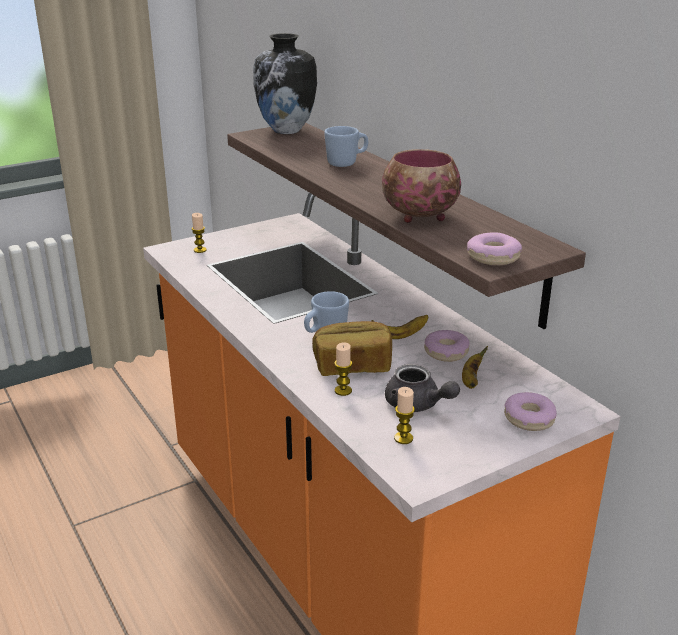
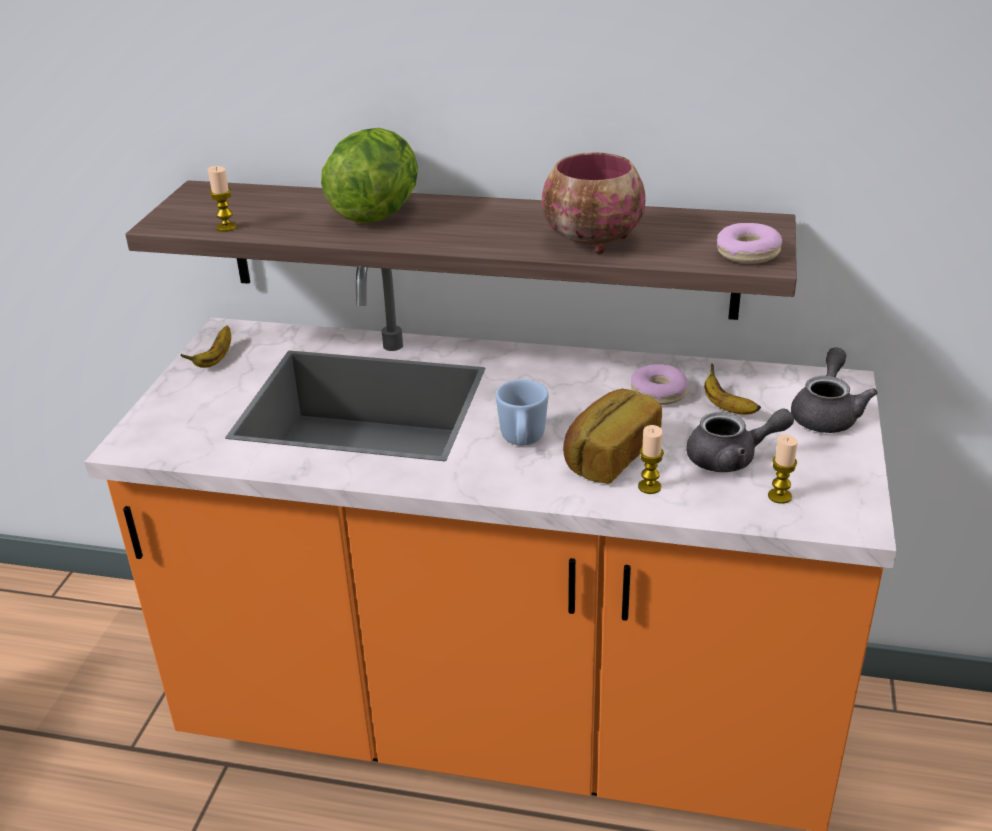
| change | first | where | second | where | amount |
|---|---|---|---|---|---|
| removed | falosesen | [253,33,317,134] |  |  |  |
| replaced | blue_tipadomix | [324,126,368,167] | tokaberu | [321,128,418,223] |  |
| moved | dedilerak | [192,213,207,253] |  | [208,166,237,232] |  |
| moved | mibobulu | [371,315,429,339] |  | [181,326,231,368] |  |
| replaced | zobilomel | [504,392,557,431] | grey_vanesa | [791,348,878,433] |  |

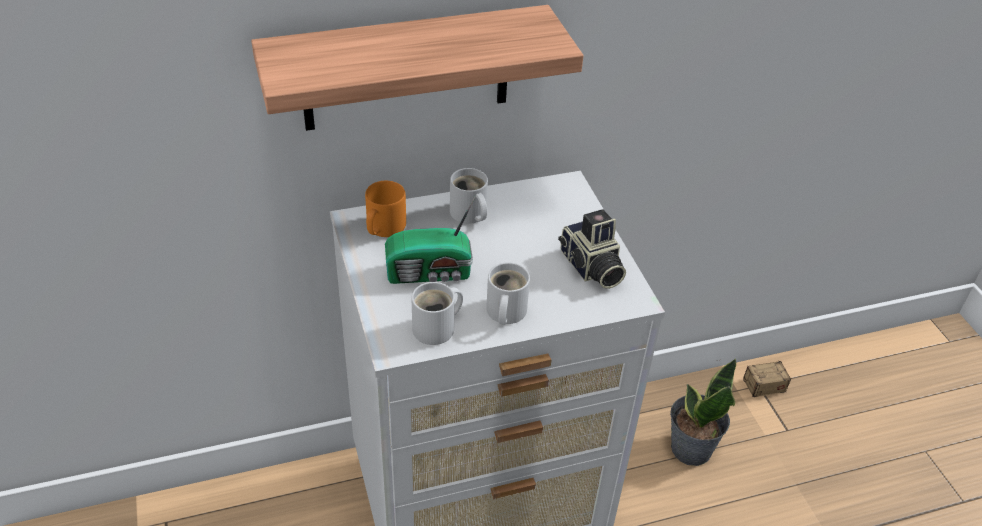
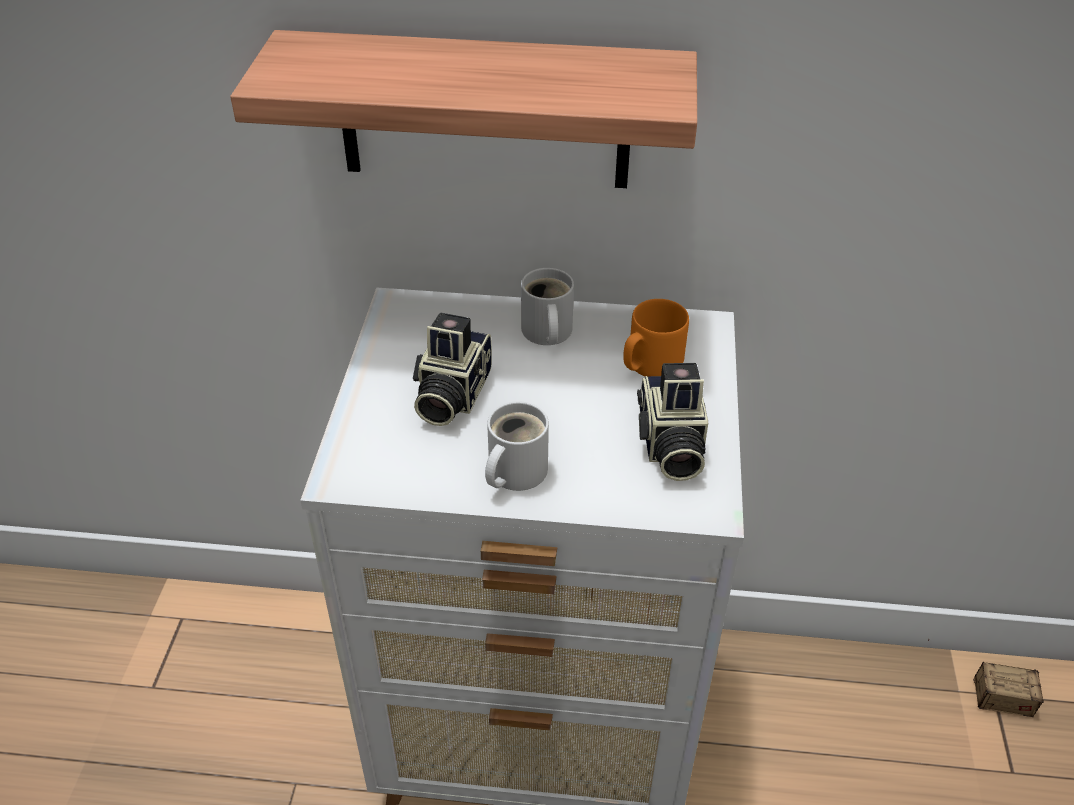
| change | first | where | second | where | amount |
|---|---|---|---|---|---|
| moved | orange_tipadomix | [365,181,406,237] |  | [623,299,689,377] |  |
| replaced | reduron | [385,196,476,284] | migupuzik | [413,313,492,426] |  |
| removed | white_tipadomix | [412,282,463,345] |  |  |  |
| removed | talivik | [670,358,736,466] |  |  |  |

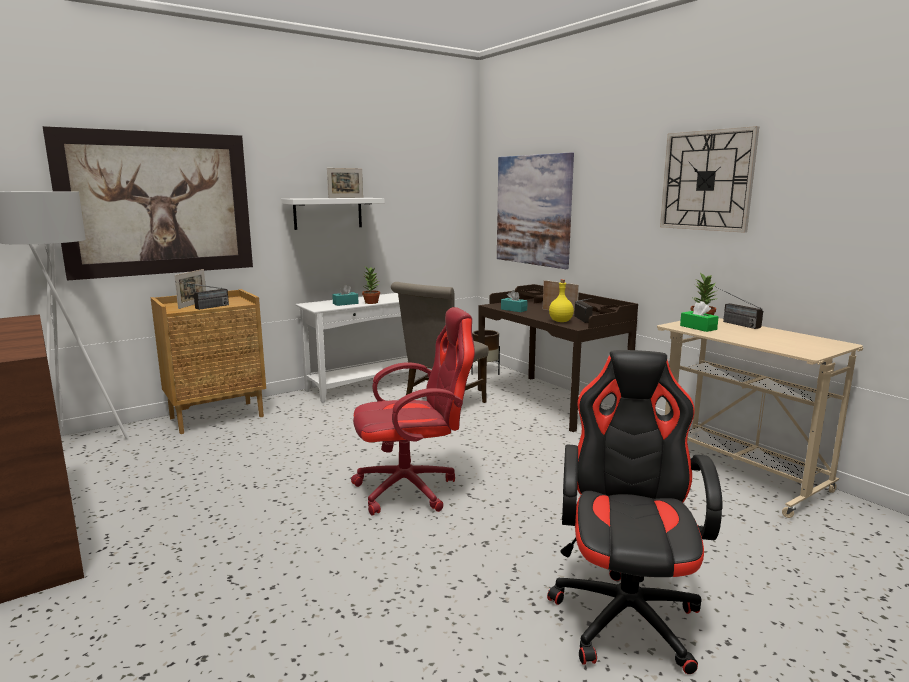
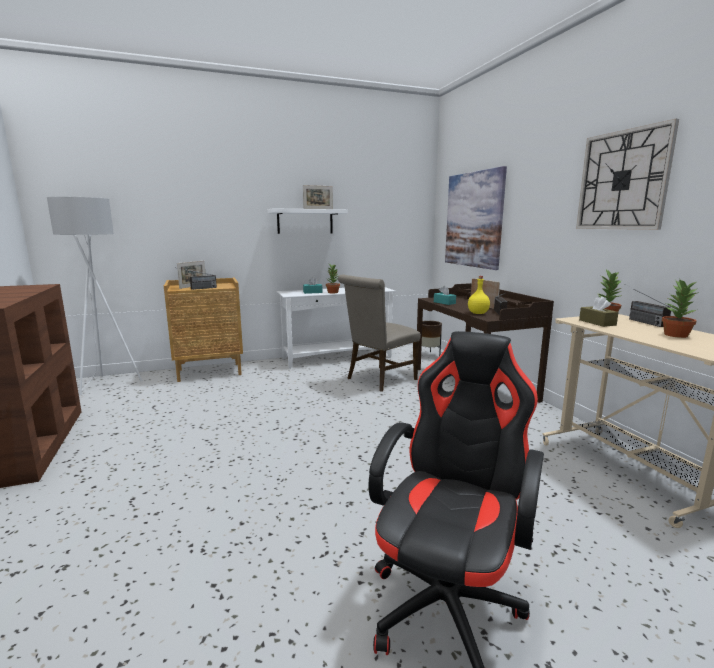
| change | first | where | second | where | amount |
|---|---|---|---|---|---|
| removed | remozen | [43,126,253,281] |  |  |  |
| recoloured | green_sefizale | [680,301,719,332] | brown_sefizale | [579,296,619,327] |  |
| removed | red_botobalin | [351,307,475,516] |  |  |  |
| added |  |  | talivik | [662,280,699,338] |  |

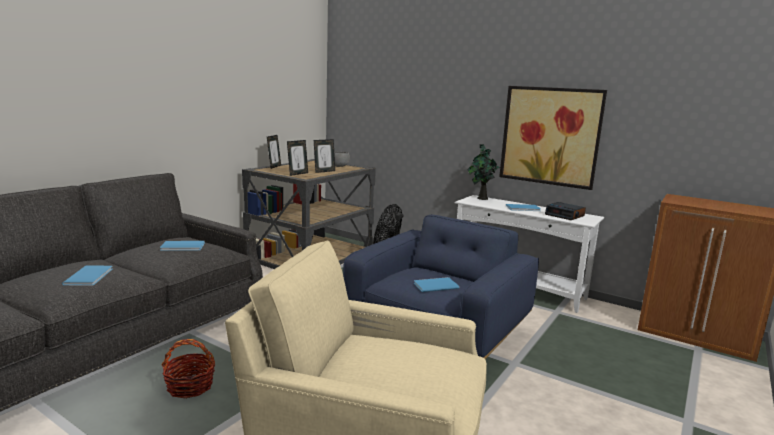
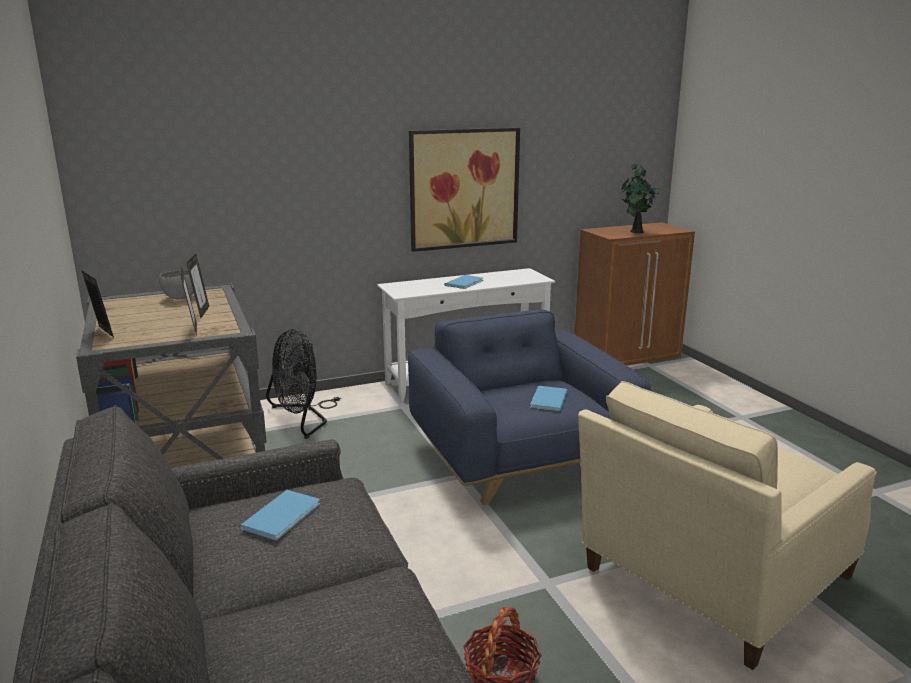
| change | first | where | second | where | amount |
|---|---|---|---|---|---|
| moved | talivik | [467,144,500,200] |  | [619,163,661,233] |  |
| removed | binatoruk | [545,202,586,220] |  |  |  |
| removed | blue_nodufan | [62,266,113,286] |  |  |  |

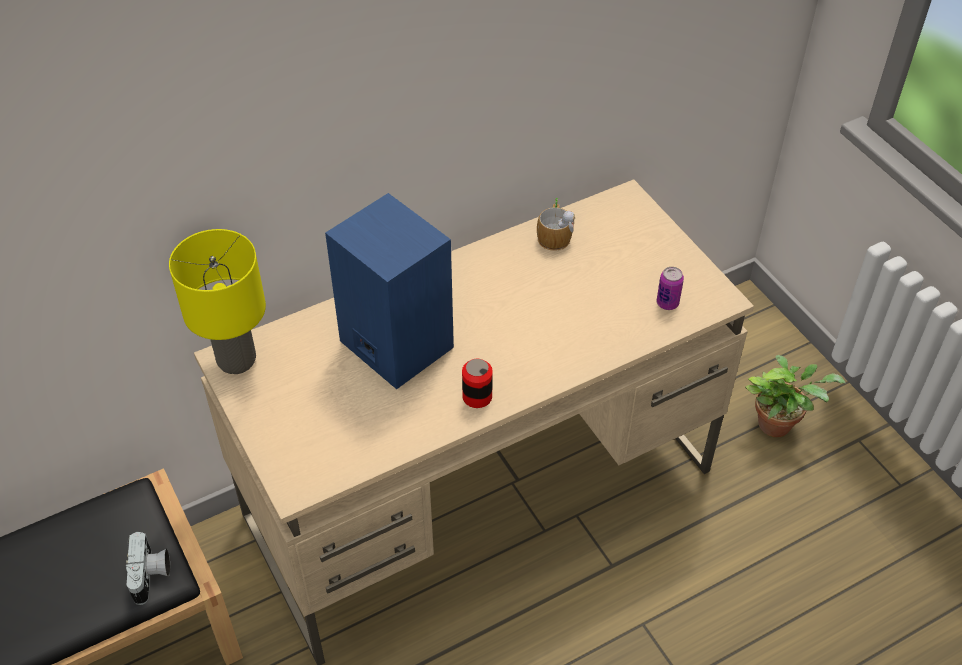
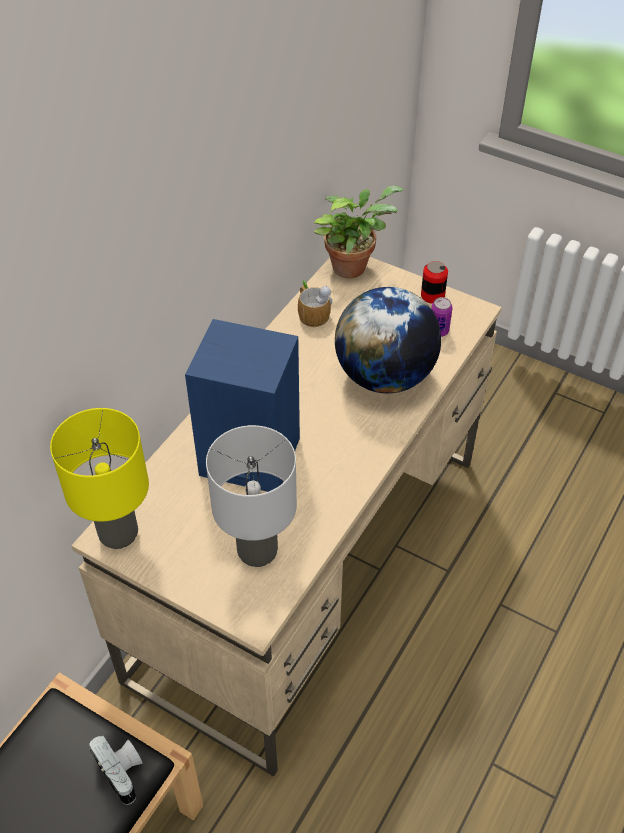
| change | first | where | second | where | amount |
|---|---|---|---|---|---|
| moved | talivik | [745,355,845,437] |  | [314,186,404,278] |  |
| moved | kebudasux | [462,359,493,408] |  | [421,261,448,304] |  |
| added |  |  | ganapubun | [335,287,441,393] |  |
| added |  |  | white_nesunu | [206,425,297,567] |  |

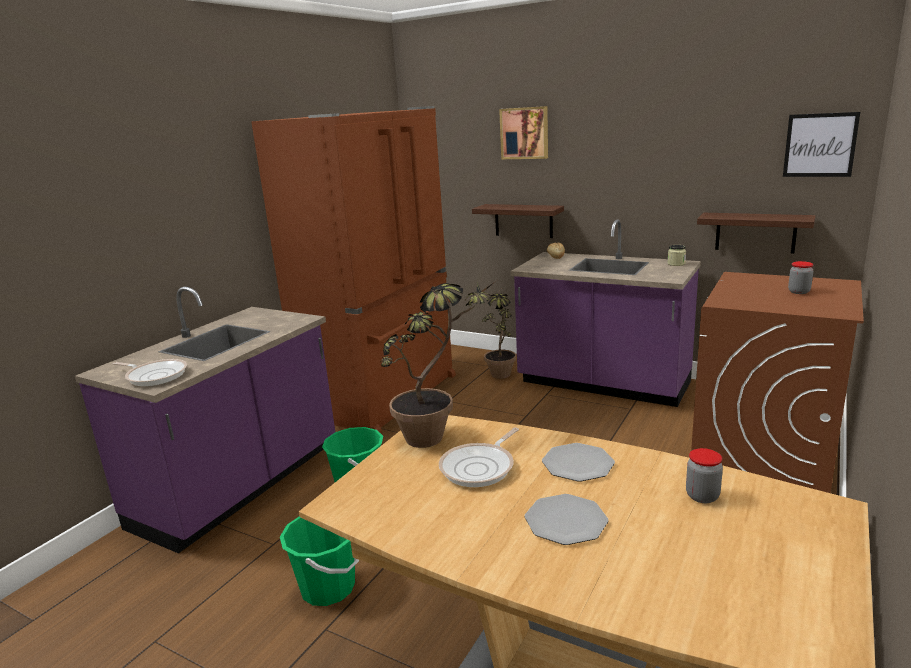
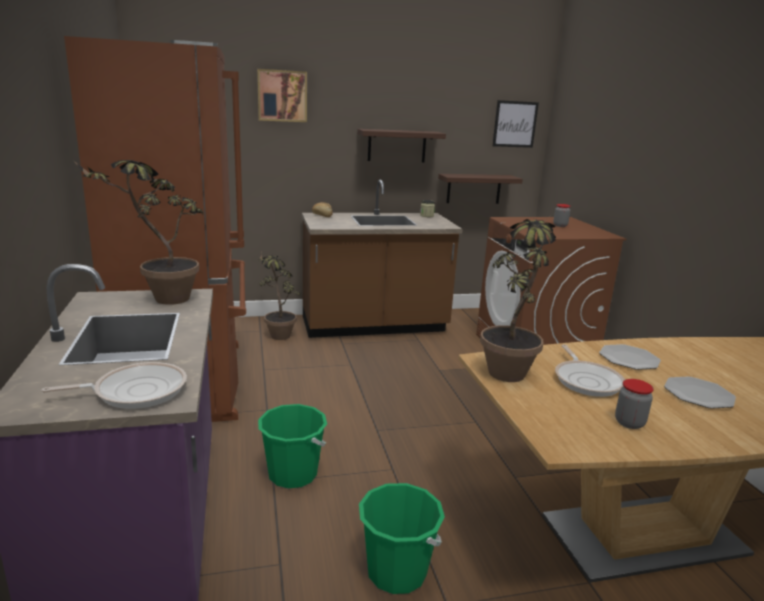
| change | first | where | second | where | amount |
|---|---|---|---|---|---|
| moved | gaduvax | [472,204,564,238] |  | [357,129,446,162] |  |
| recoloured | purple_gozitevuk | [511,219,701,407] | brown_gozitevuk | [302,180,463,338] |  |
| moved | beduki | [686,448,723,503] |  | [615,379,654,429] |  |
| added |  |  | talivik | [73,160,203,305] |  |

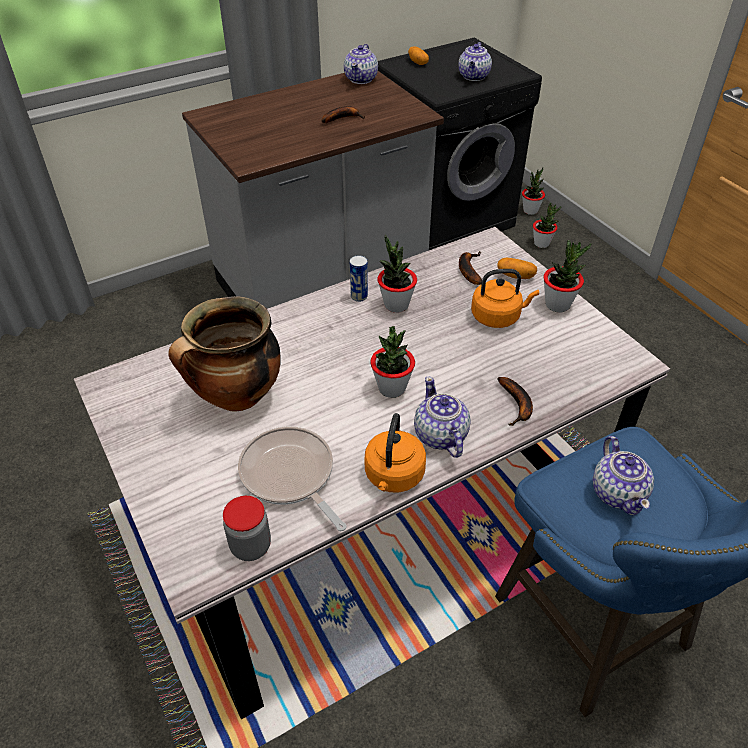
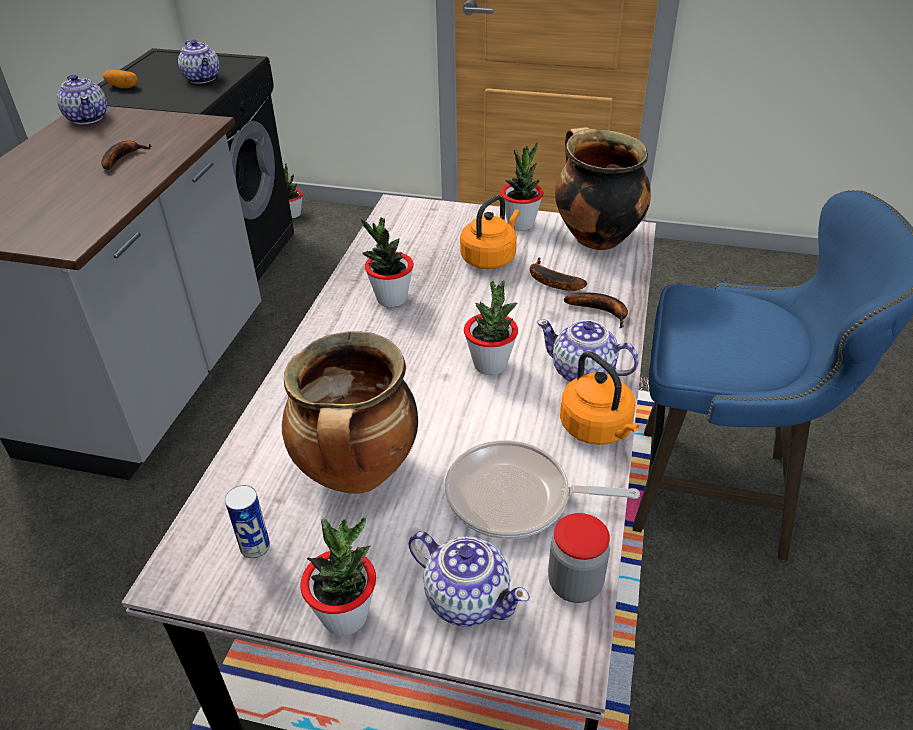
| change | first | where | second | where | amount |
|---|---|---|---|---|---|
| moved | talivik | [533,202,561,248] |  | [300,517,376,635] |  |
| moved | mibobulu | [459,251,482,285] |  | [530,257,587,291] |  |
| moved | kebudasux | [350,255,368,302] |  | [225,485,270,559] |  |
| removed | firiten | [498,257,537,279] |  |  |  |
| moved | vanesa | [593,436,654,516] |  | [409,531,530,627] |  |
| added |  |  | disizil | [555,127,651,250] |  |

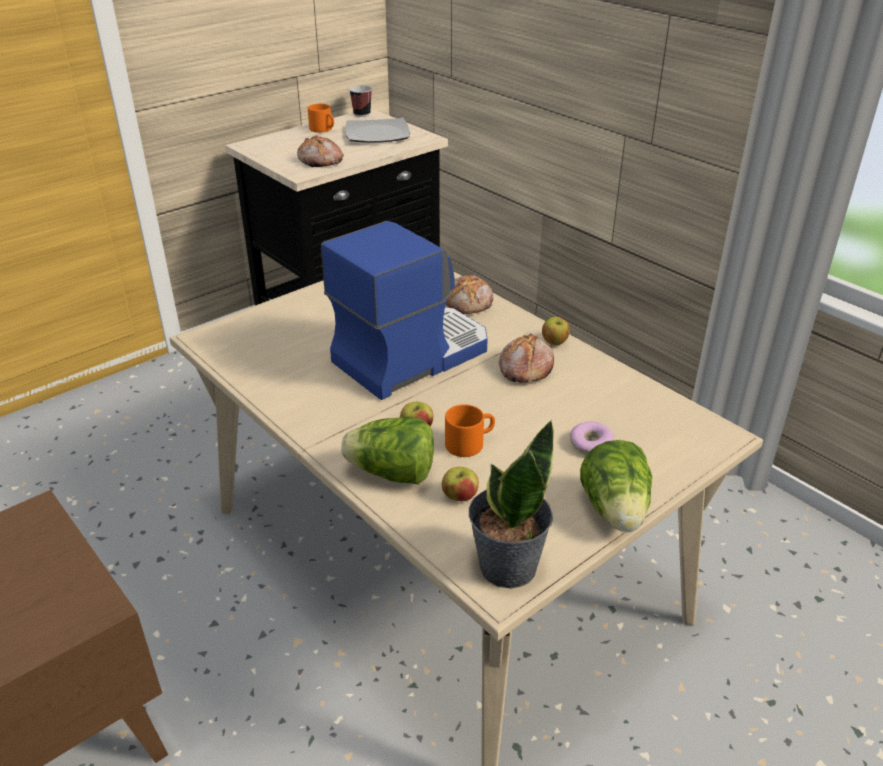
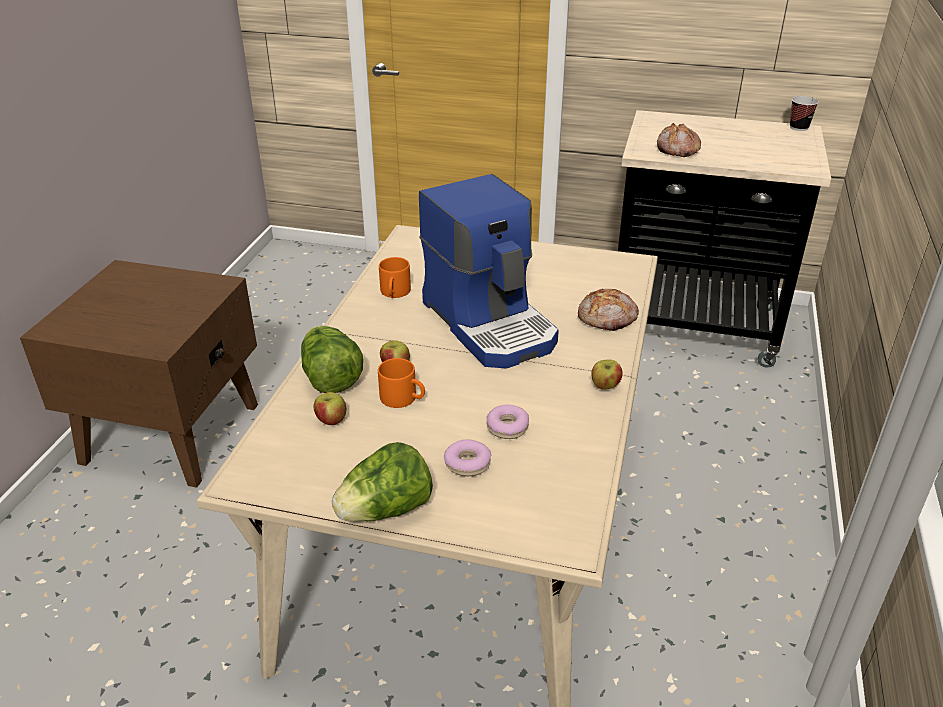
| change | first | where | second | where | amount |
|---|---|---|---|---|---|
| moved | orange_tipadomix | [308,104,334,133] |  | [379,257,411,298] |  |
| removed | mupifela | [345,118,410,143] |  |  |  |
| turned | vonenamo | [321,221,488,400] |  | [419,174,559,369] | 45 degrees clockwise |
| removed | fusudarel | [499,333,554,383] |  |  |  |
| removed | talivik | [469,419,554,589] |  |  |  |
| added |  |  | zobilomel | [486,405,529,439] |  |

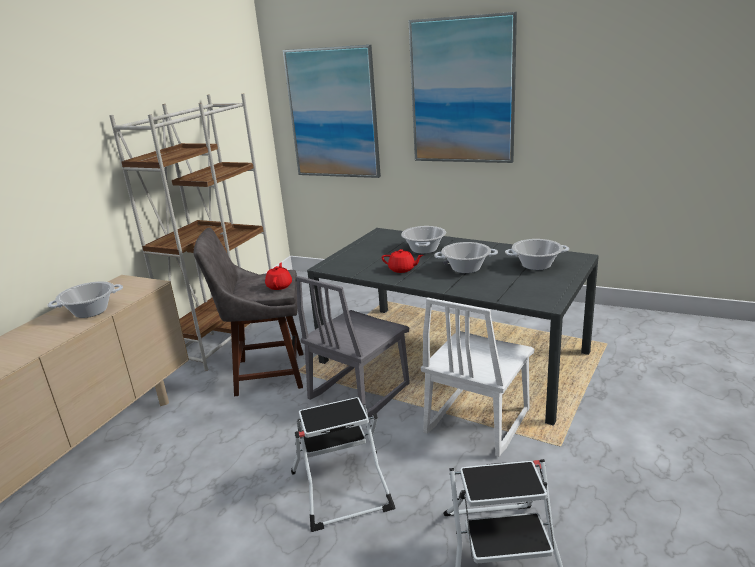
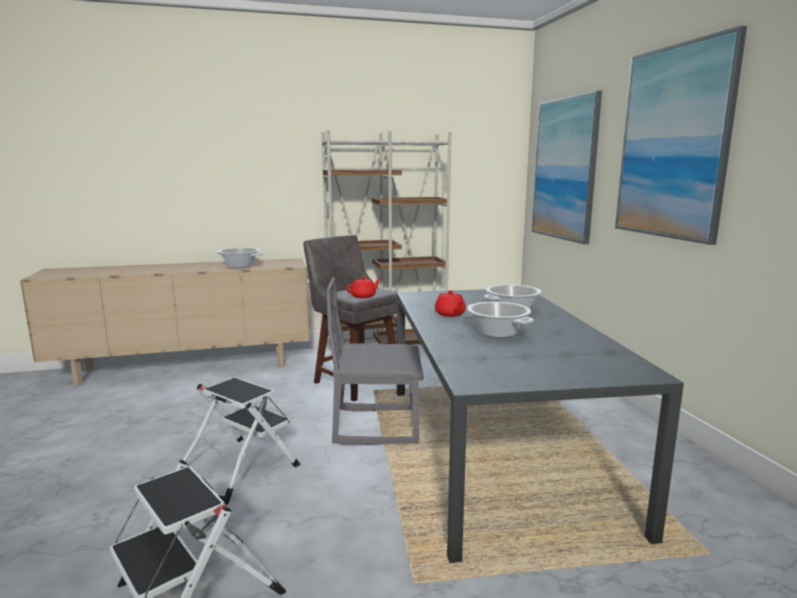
| change | first | where | second | where | amount |
|---|---|---|---|---|---|
| removed | disizil | [505,239,569,270] |  |  |  |
| removed | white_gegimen | [421,298,534,457] |  |  |  |

